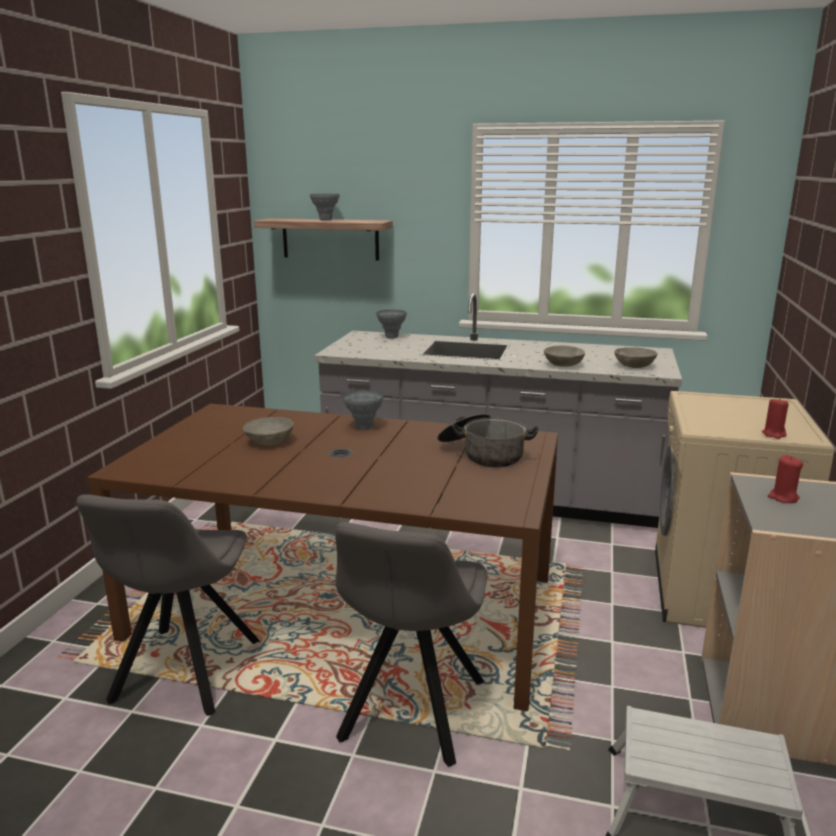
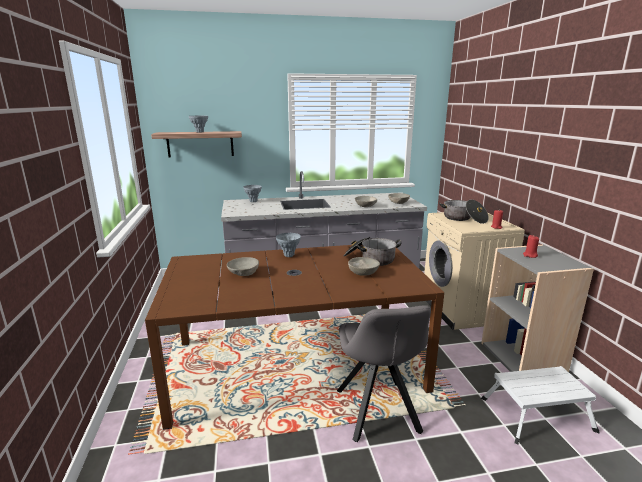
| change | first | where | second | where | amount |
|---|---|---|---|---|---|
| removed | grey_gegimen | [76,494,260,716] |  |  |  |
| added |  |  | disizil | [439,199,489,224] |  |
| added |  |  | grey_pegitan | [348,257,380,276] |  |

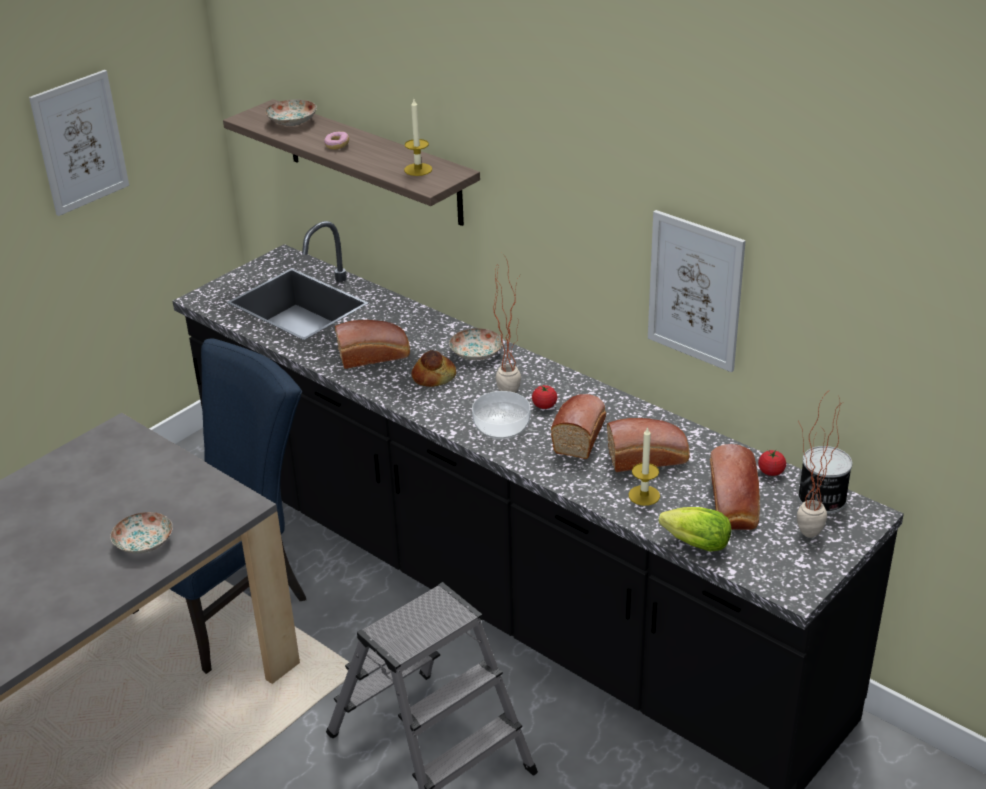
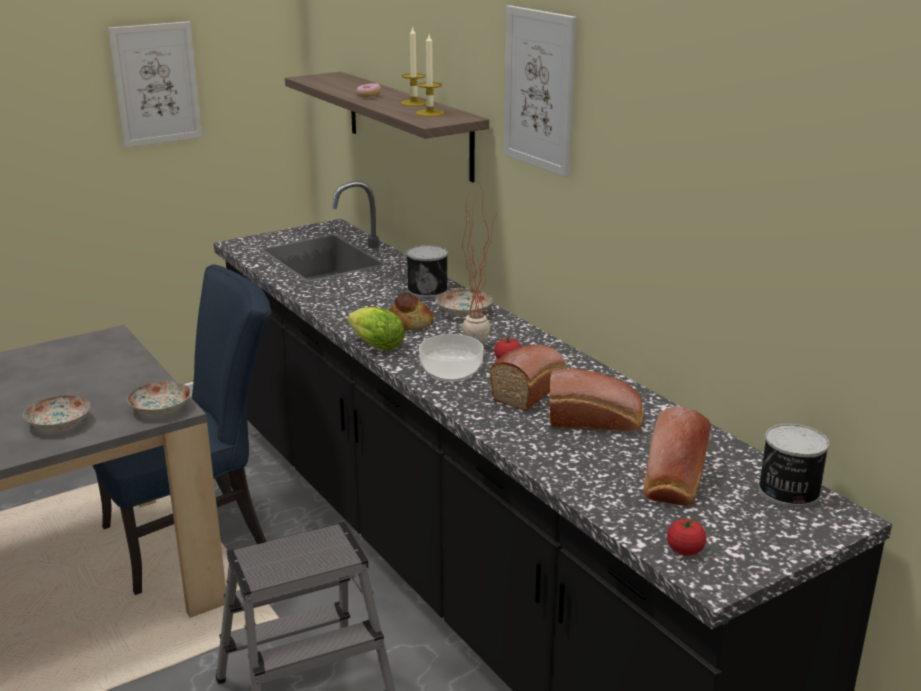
| change | first | where | second | where | amount |
|---|---|---|---|---|---|
| moved | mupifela | [265,99,317,126] |  | [127,382,191,415] |  |
| moved | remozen | [648,210,745,372] |  | [504,5,577,177] |  |
| removed | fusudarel | [335,320,410,369] |  |  |  |
| removed | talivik | [797,393,842,538] |  |  |  |
| moved | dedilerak | [628,426,660,506] |  | [400,26,426,106] |  |
| moved | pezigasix | [758,450,786,476] |  | [667,518,707,556] |  |
| moved | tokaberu | [658,507,732,552] |  | [347,307,405,351] |  |
| added |  |  | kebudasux | [407,245,448,298] |  |

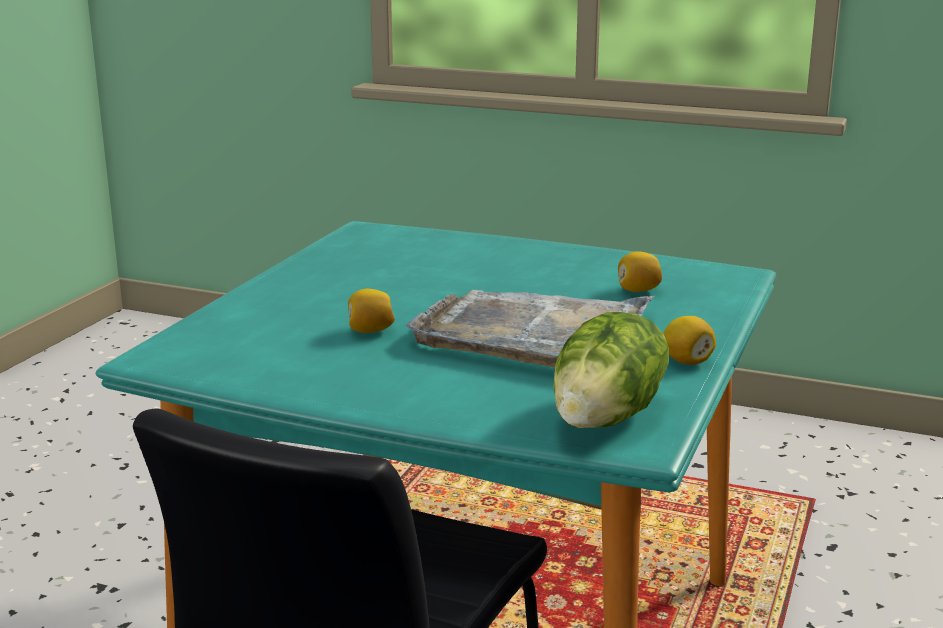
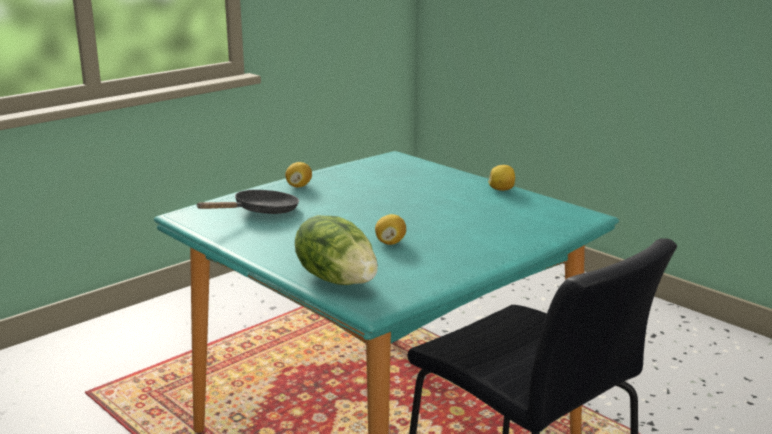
| change | first | where | second | where | amount |
|---|---|---|---|---|---|
| moved | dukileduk | [618,251,662,292] |  | [285,162,312,188] |  |
| removed | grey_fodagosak | [406,290,655,368] |  |  |  |
| moved | tokaberu | [553,312,669,428] |  | [295,215,378,285] |  |
| added |  |  | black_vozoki | [196,190,299,214] |  |

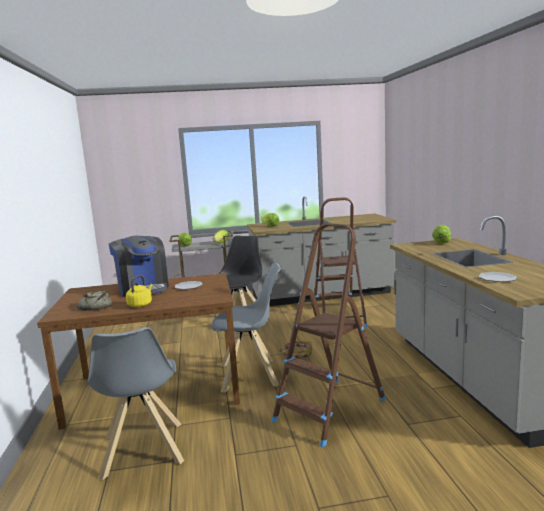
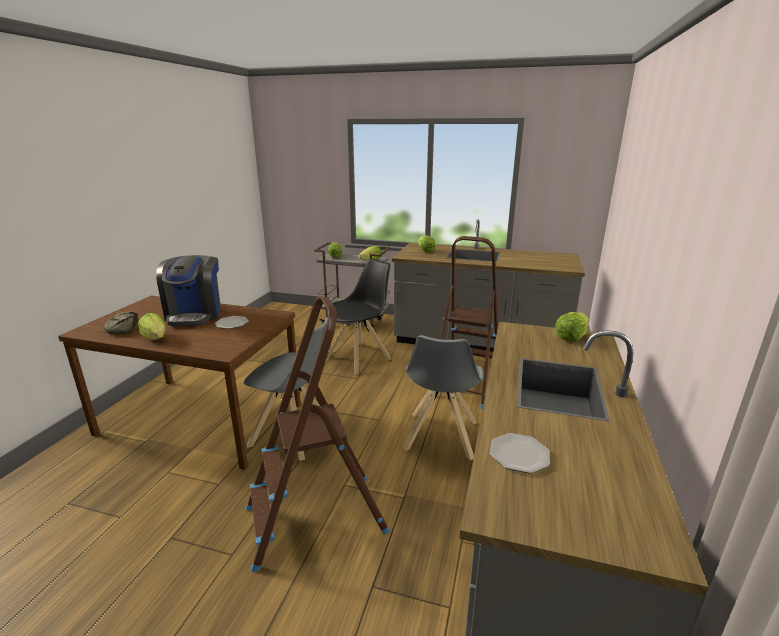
| change | first | where | second | where | amount |
|---|---|---|---|---|---|
| replaced | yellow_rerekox | [126,275,153,307] | tokaberu | [138,313,166,340] |  |
| moved | grey_gegimen | [87,327,184,480] |  | [402,335,483,460] |  |
| removed | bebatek | [279,341,312,360] |  |  |  |

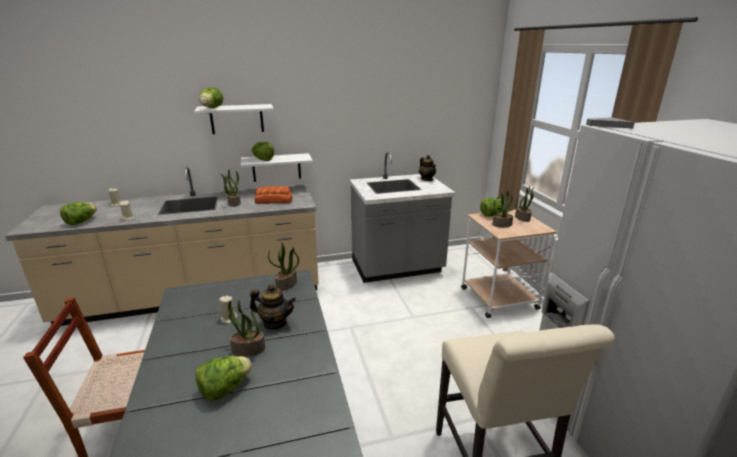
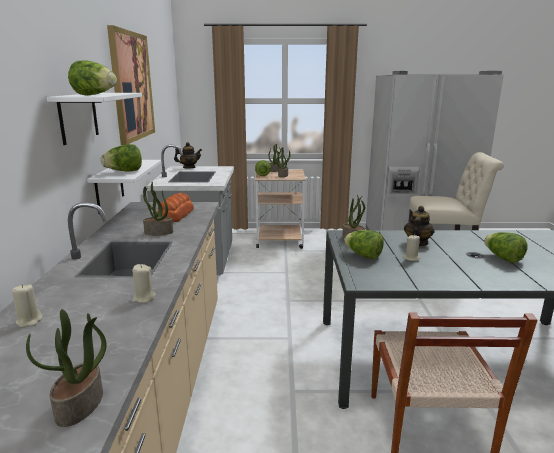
| change | first | where | second | where | amount |
|---|---|---|---|---|---|
| moved | tokaberu | [60,202,97,225] |  | [344,230,384,259] |  |
| moved | talivik | [228,300,265,357] |  | [26,309,107,427] |  |
| added |  |  | remozen | [107,25,155,145] |  |

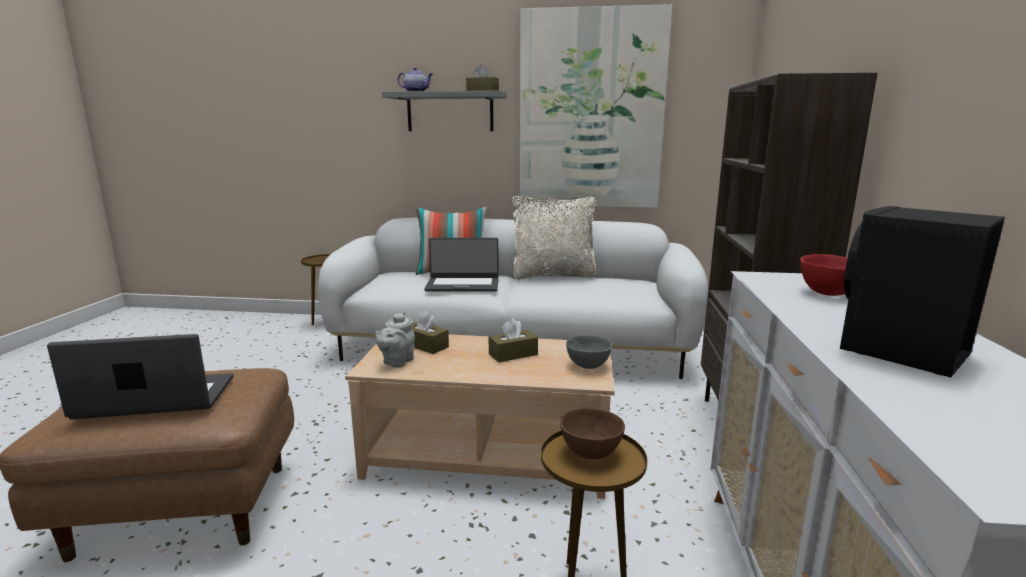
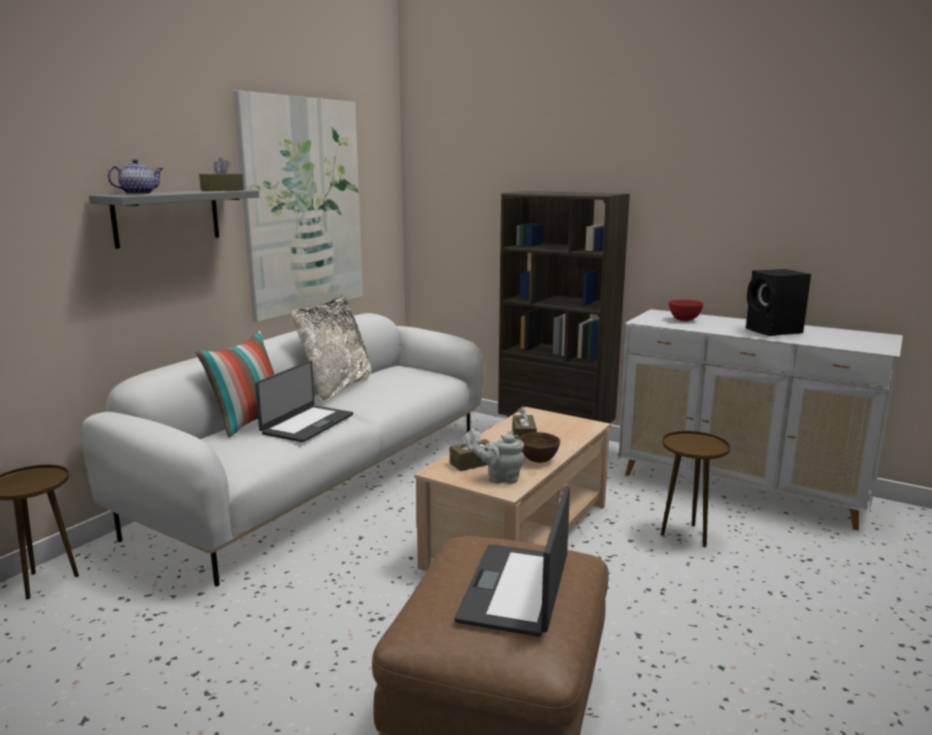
| change | first | where | second | where | amount |
|---|---|---|---|---|---|
| turned | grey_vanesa | [375,312,415,367] |  | [473,434,525,484] | 135 degrees clockwise |
| removed | grey_pegitan | [566,335,612,369] |  |  |  |
| moved | brown_pegitan | [560,408,625,459] |  | [519,432,560,463] |  |

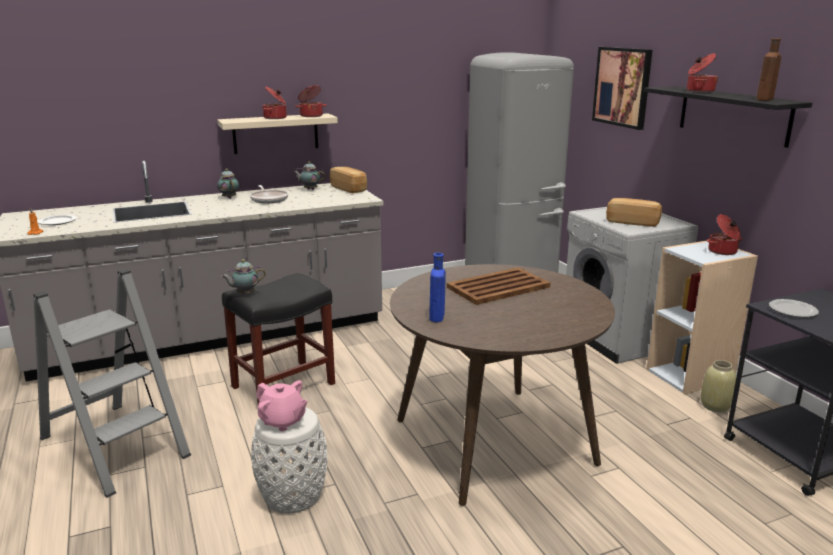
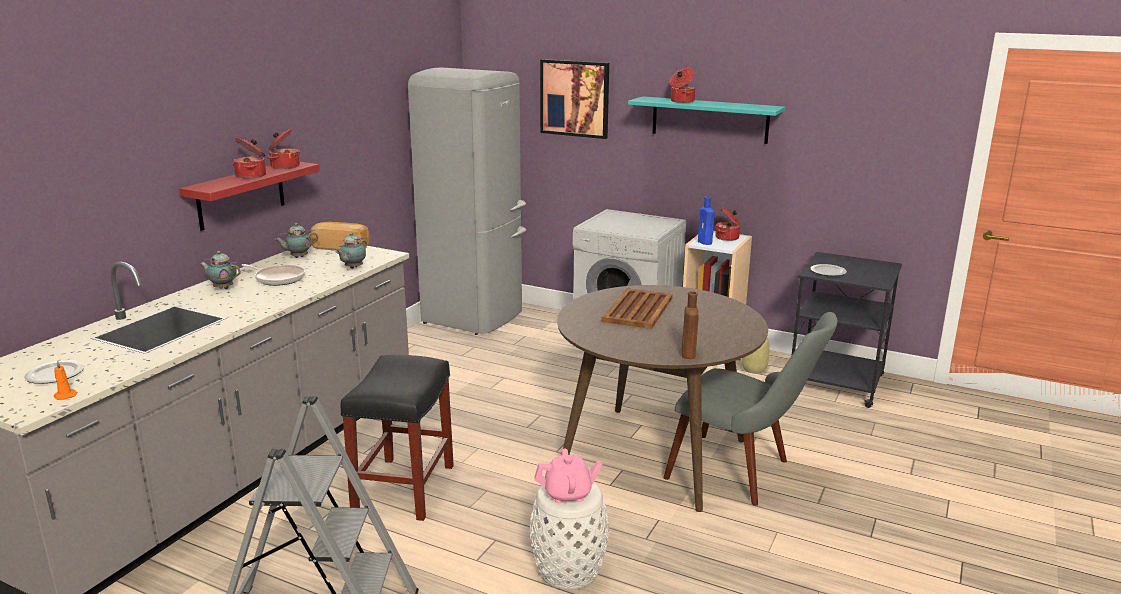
| change | first | where | second | where | amount |
|---|---|---|---|---|---|
| moved | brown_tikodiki | [756,38,781,101] |  | [682,291,699,359] |  |
| recoloured | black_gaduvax | [644,86,812,148] | turquoise_gaduvax | [628,96,785,144] |  |
| recoloured | beige_gaduvax | [218,113,338,154] | red_gaduvax | [179,162,320,231] |  |
| removed | fusudarel | [606,198,662,227] |  |  |  |
| moved | blue_tikodiki | [429,253,446,322] |  | [698,196,715,245] |  |
| moved | vanesa | [221,259,266,295] |  | [336,232,367,269] |  |
| added |  |  | grey_gegimen | [663,312,838,506] |  |

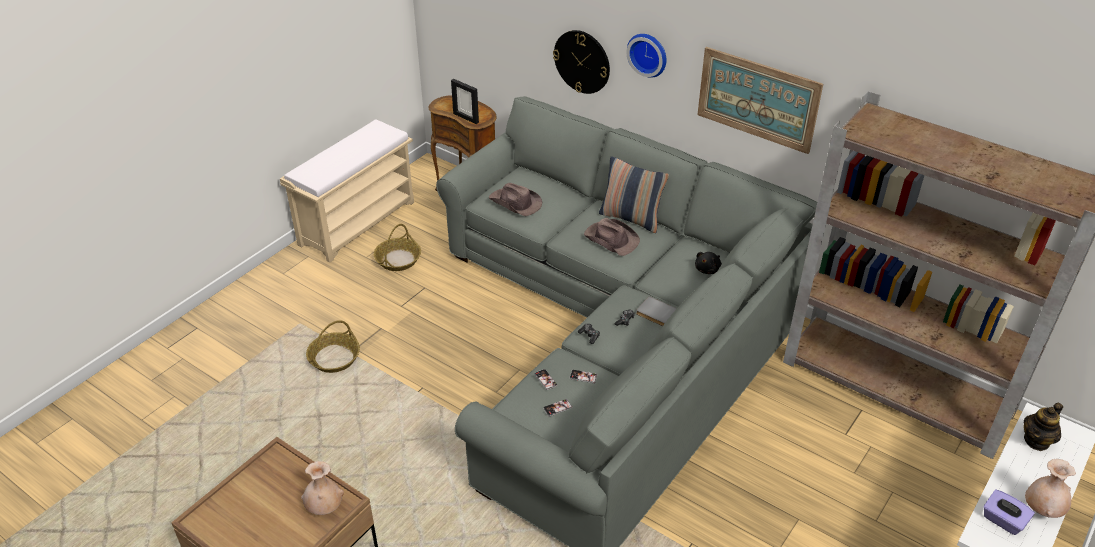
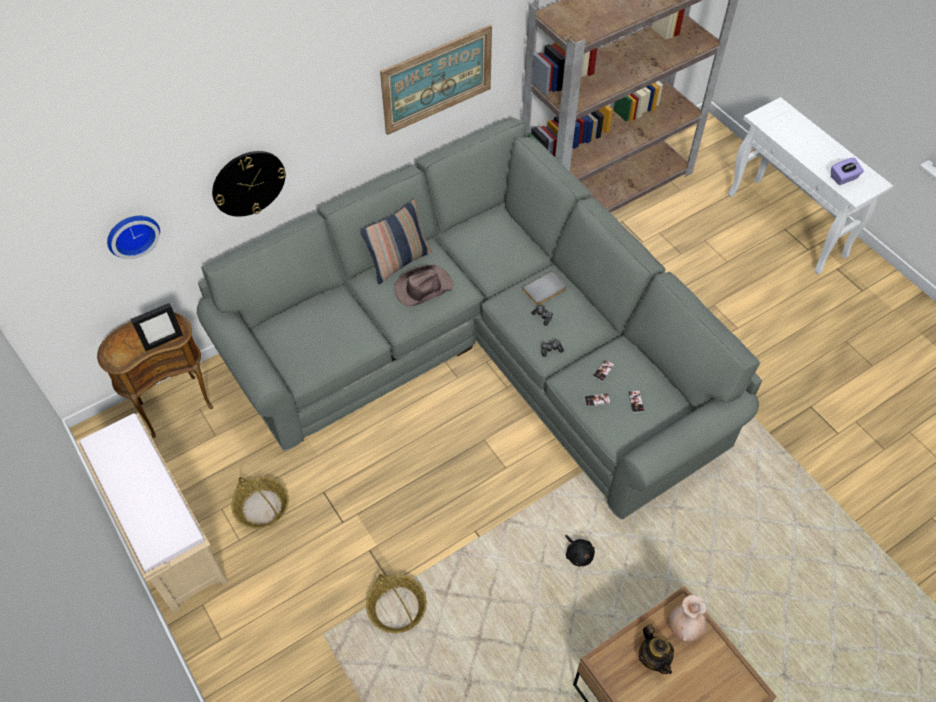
| change | first | where | second | where | amount |
|---|---|---|---|---|---|
| moved | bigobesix | [627,34,666,78] |  | [107,216,160,259] |  |
| removed | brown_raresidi | [489,183,542,217] |  |  |  |
| moved | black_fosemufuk | [695,252,722,274] |  | [565,535,595,566] |  |
| moved | vanesa | [1023,403,1063,451] |  | [639,624,674,674] |  |
| removed | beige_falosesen | [1025,459,1076,518] |  |  |  |

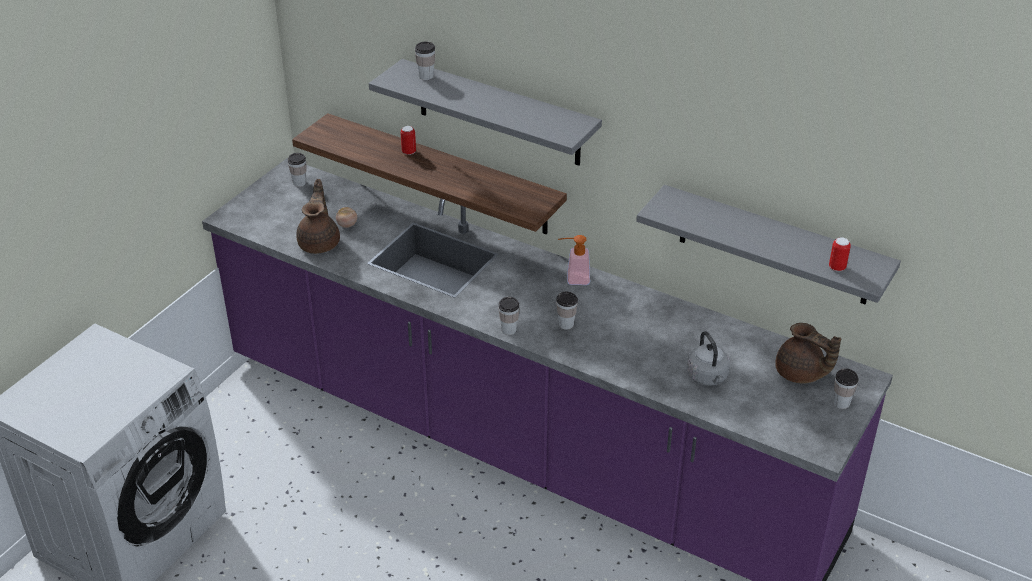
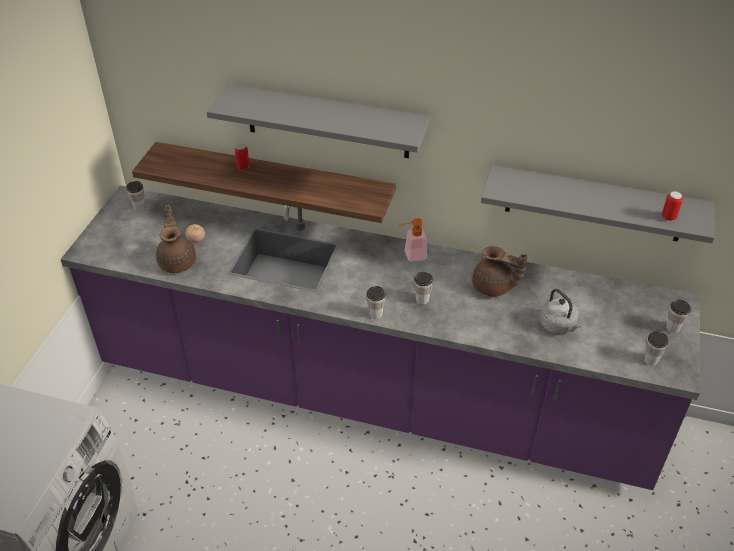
| change | first | where | second | where | amount |
|---|---|---|---|---|---|
| moved | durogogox | [415,42,435,80] |  | [644,331,668,366] |  |
| moved | brown_vanesa | [775,323,841,384] |  | [472,246,528,296] |  |

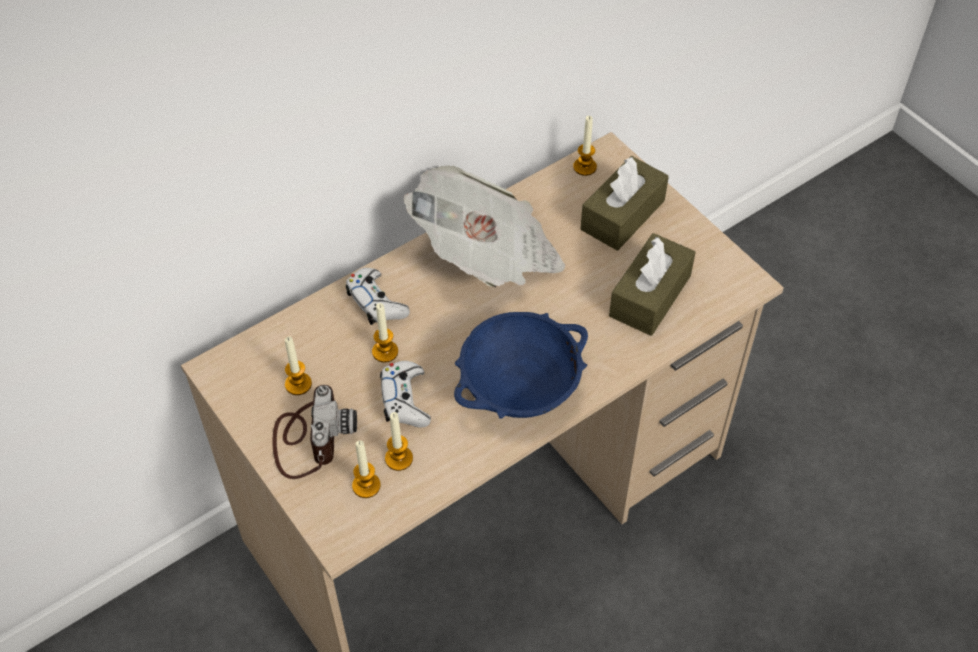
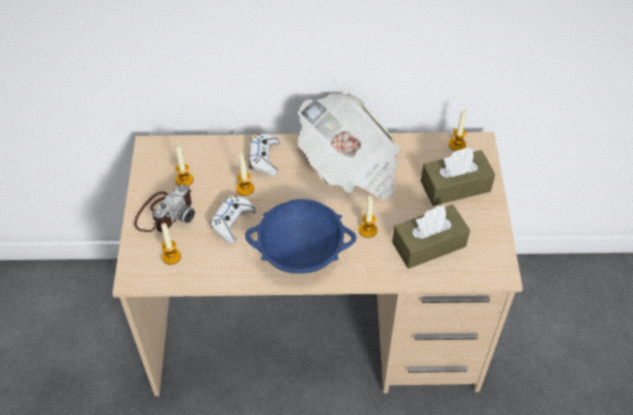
| change | first | where | second | where | amount |
|---|---|---|---|---|---|
| moved | dedilerak | [385,412,413,471] |  | [359,196,377,238] |  |

